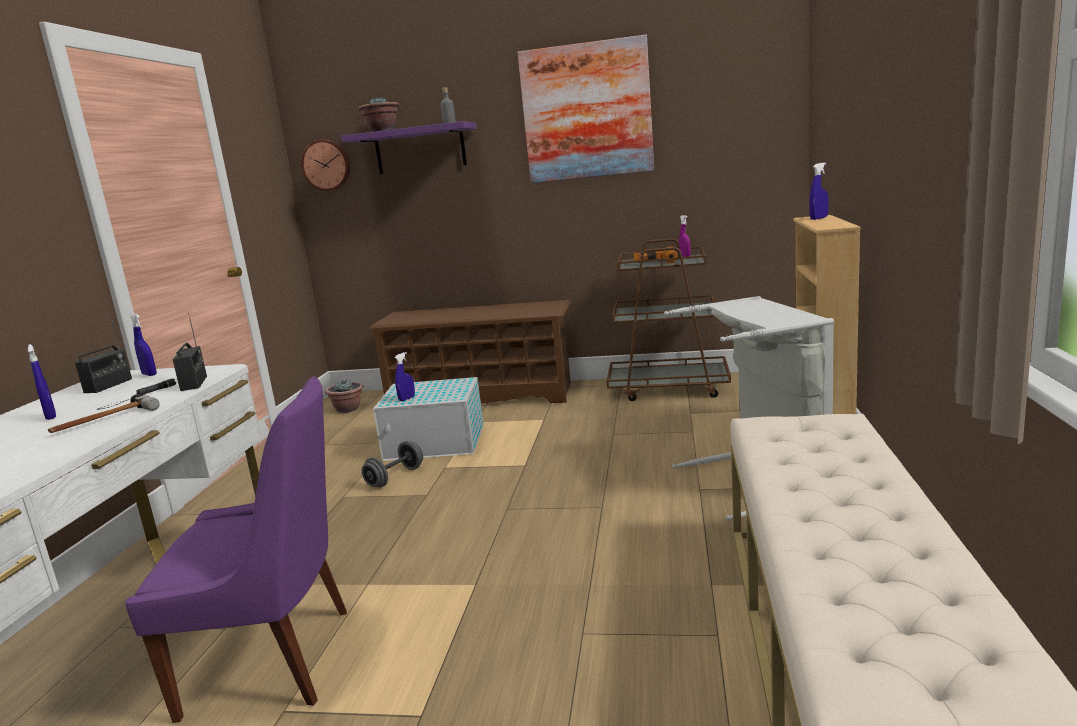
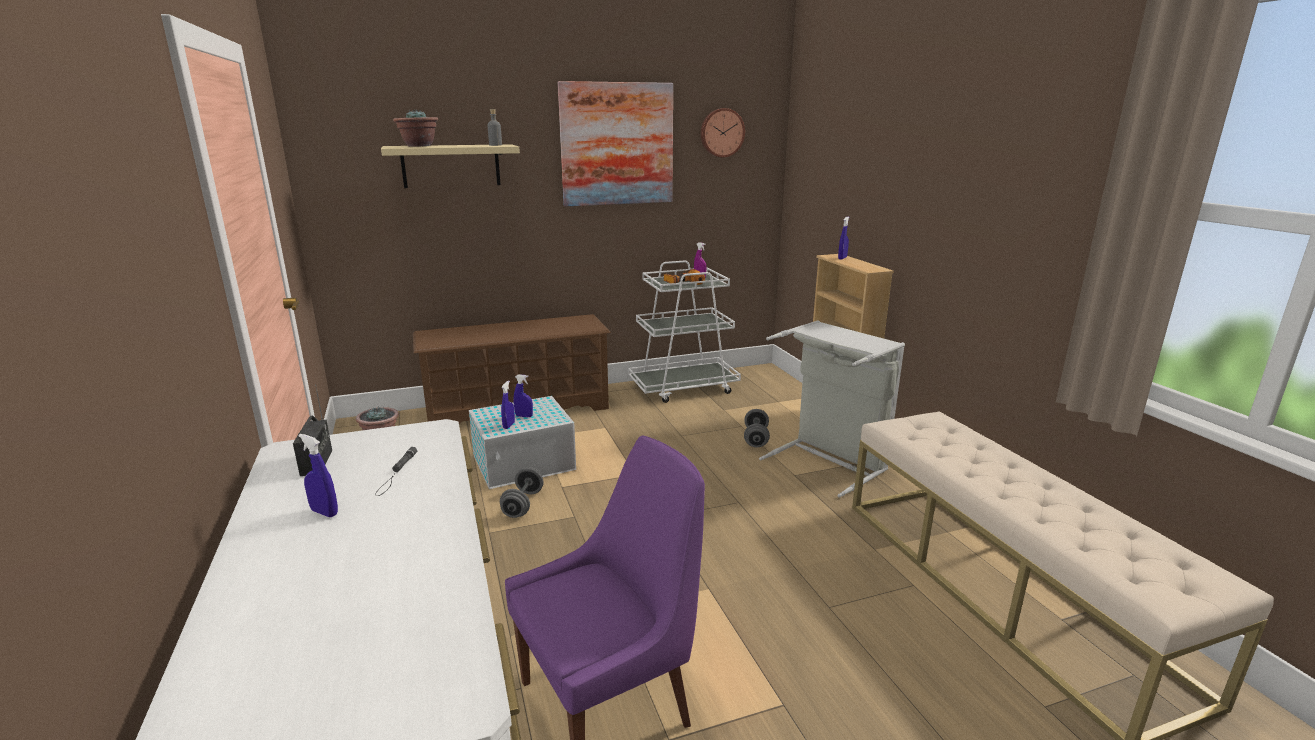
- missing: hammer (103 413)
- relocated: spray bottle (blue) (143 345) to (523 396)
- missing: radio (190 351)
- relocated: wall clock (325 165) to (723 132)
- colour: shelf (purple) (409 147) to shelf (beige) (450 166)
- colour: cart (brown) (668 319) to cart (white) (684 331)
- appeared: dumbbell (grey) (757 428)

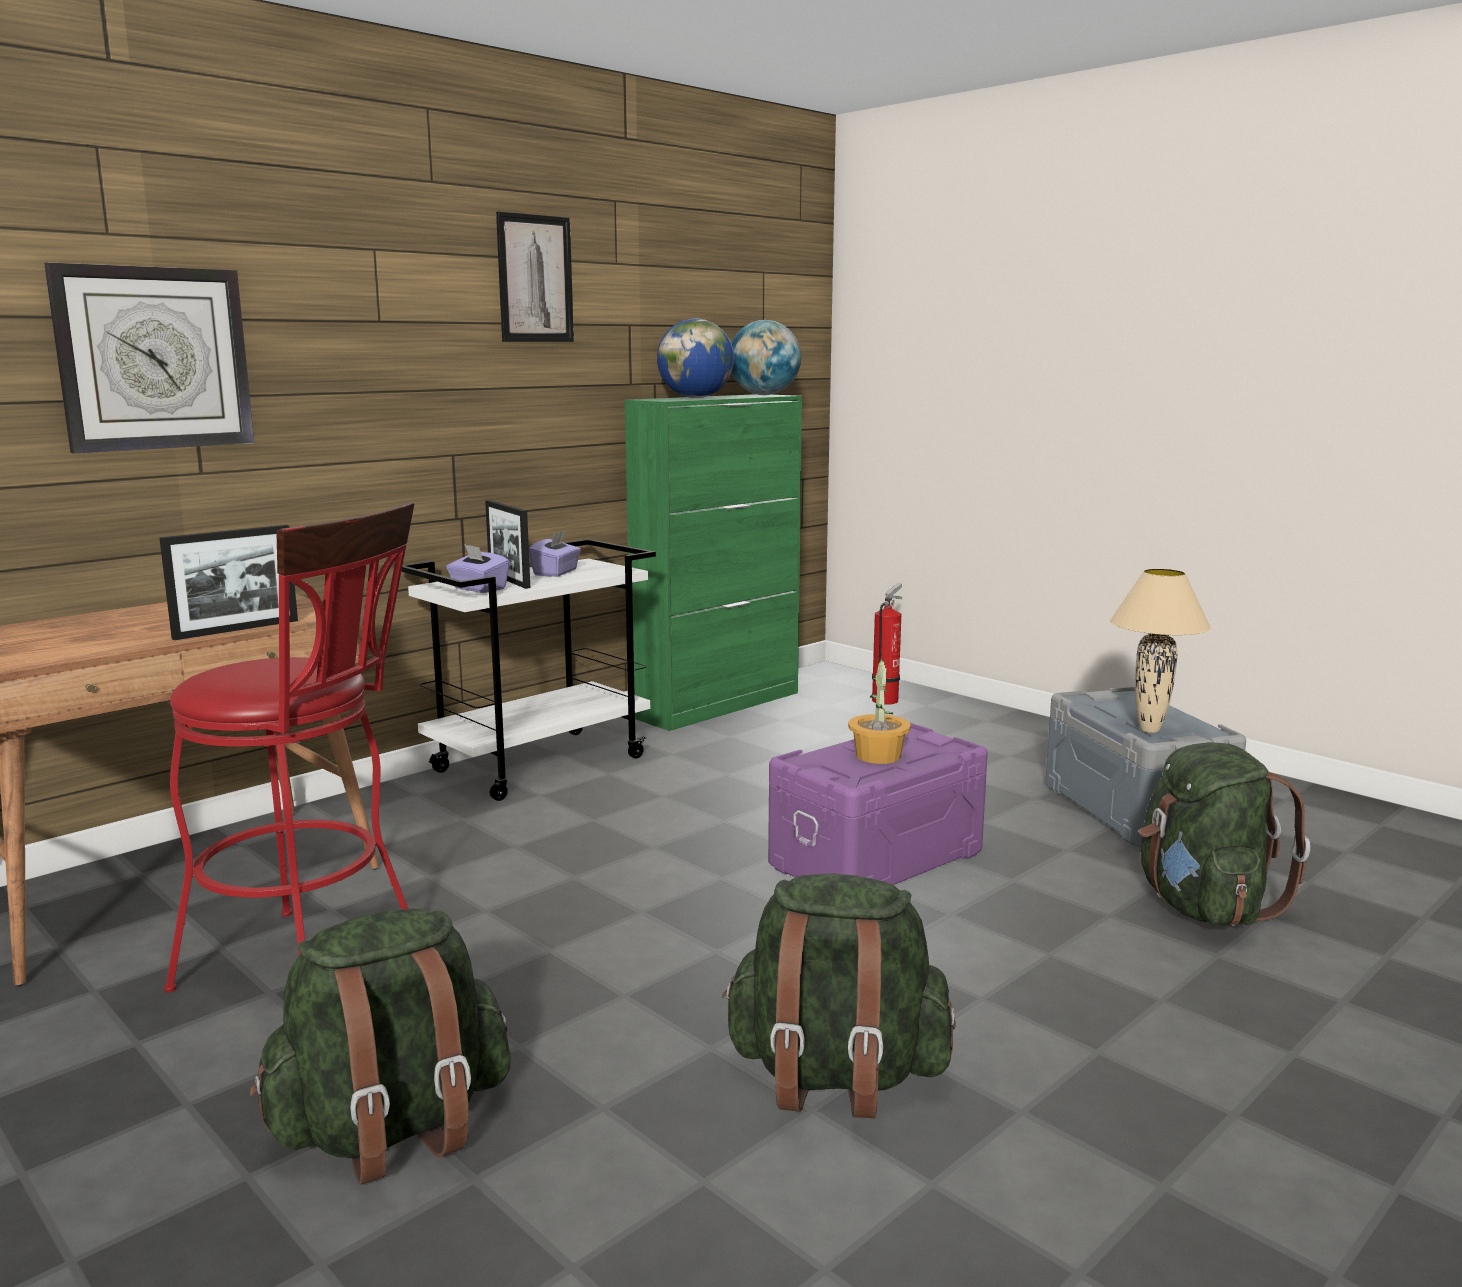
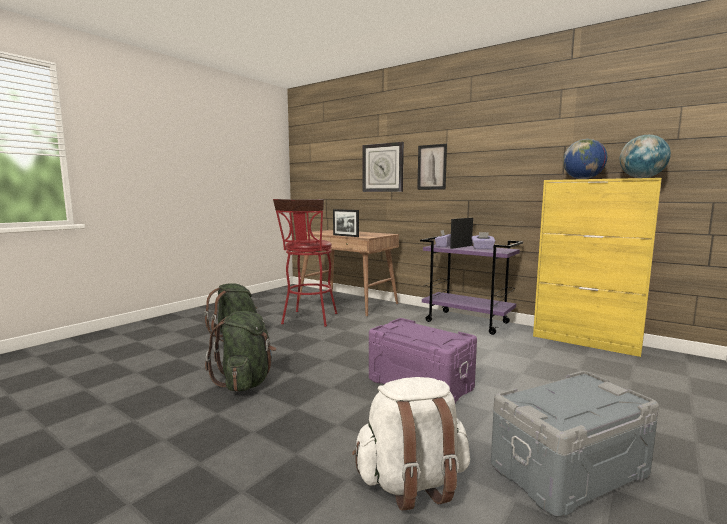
- colour: cart (white) (528 670) to cart (purple) (471 285)
- relocated: picture (535 276) to (432 167)
- colour: cabinet (green) (713 562) to cabinet (yellow) (597 267)
- missing: potted plant (879 709)
- missing: fire extinguisher (887 644)
- missing: table lamp (beige) (1160 650)
- colour: backpack (green) (1224 834) to backpack (white) (411 444)

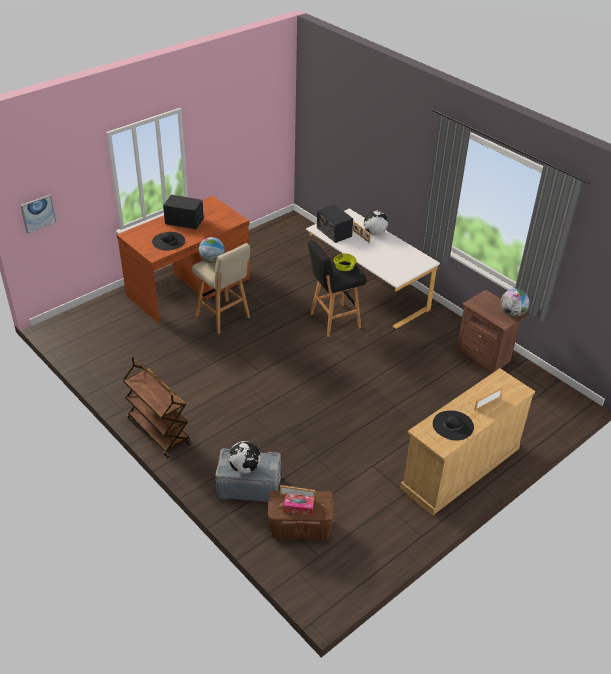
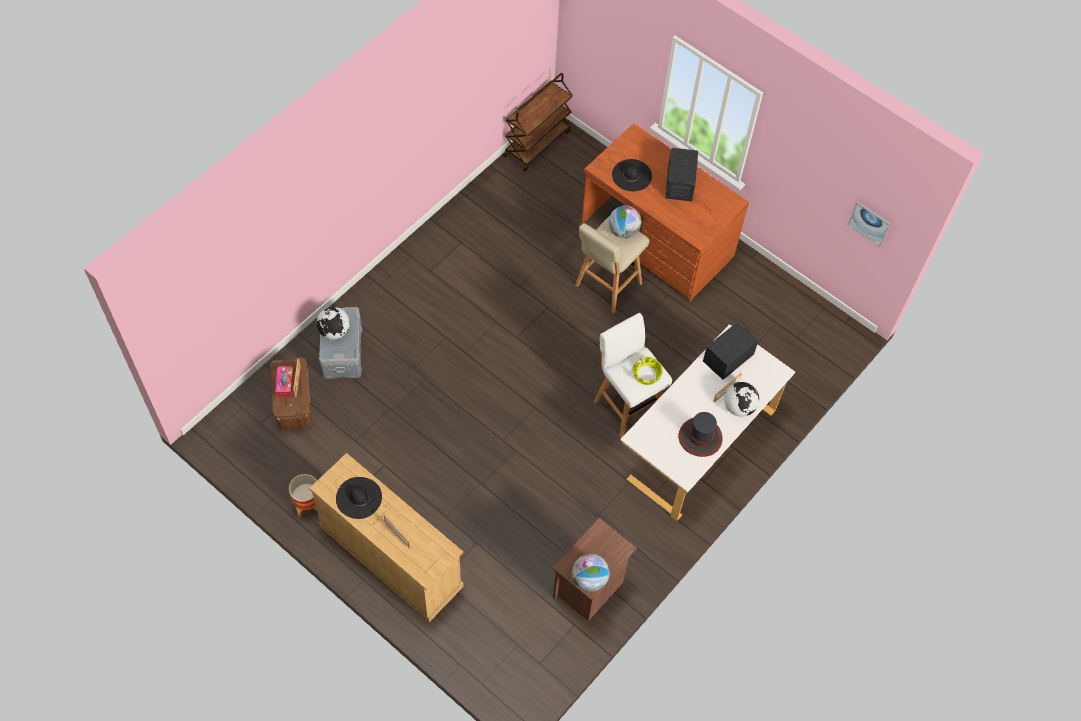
- relocated: picture (38 214) to (869 224)
- relocated: cart (brown) (157 407) to (538 122)
- colour: stool (black) (337 288) to stool (white) (633 375)
- appeared: planter (303 495)
- appeared: hat (701 434)

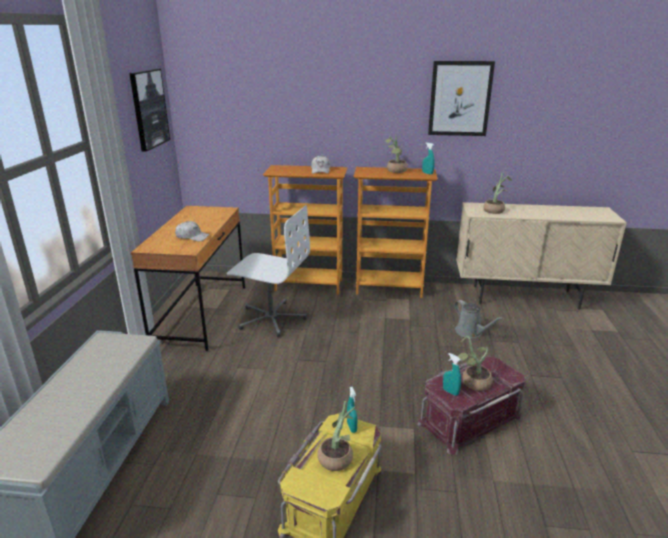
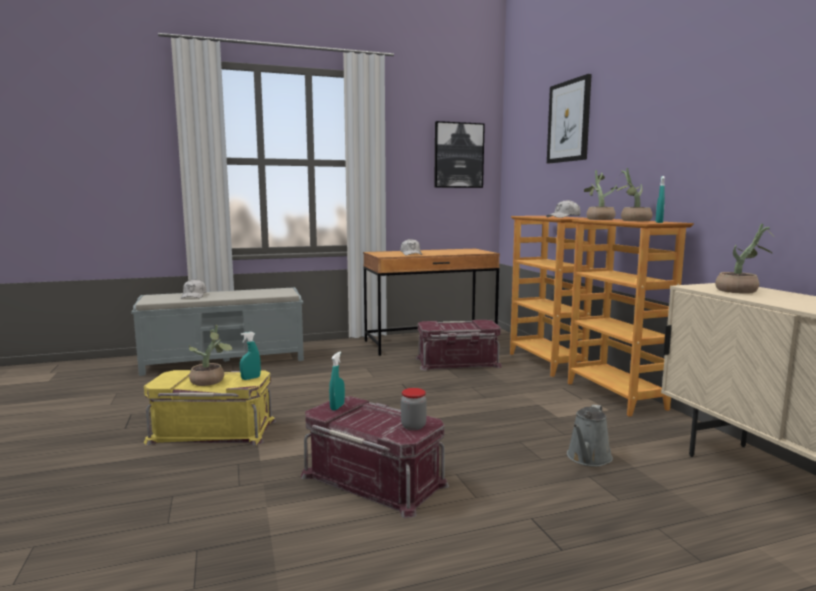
- exchanged: office chair (white) (268 271) to storage box (red) (459 345)
- relocated: picture (461 98) to (569 118)
- relocated: potted plant (475 363) to (601 195)
- appeared: cap (white) (194 289)
- appeared: jar (414 409)

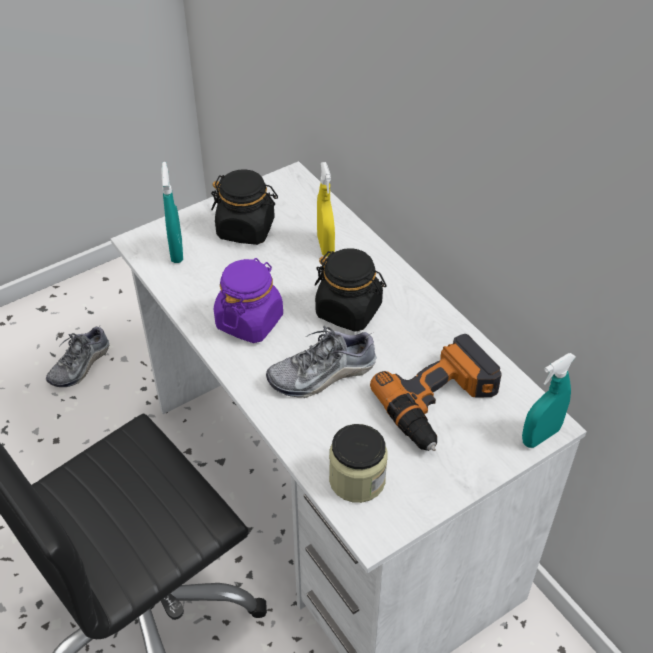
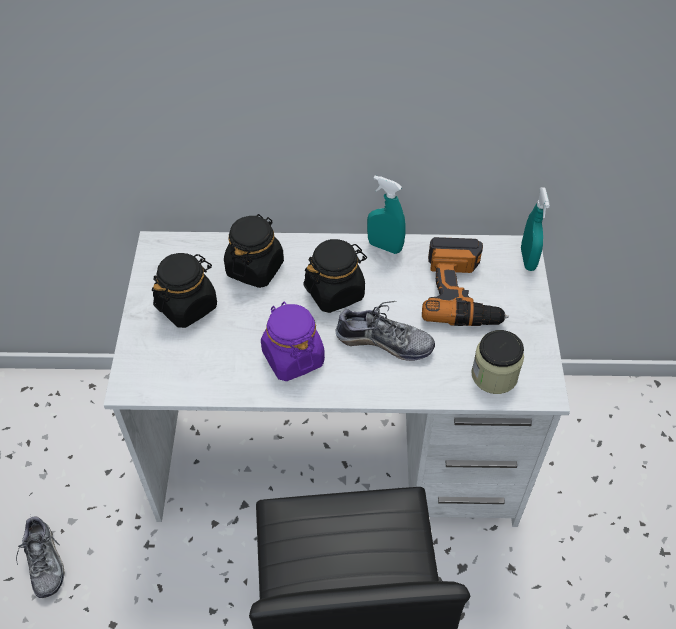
- relocated: spray bottle (turquoise) (172 212) to (386 214)
- spun: shoe (321 362) = (385 331) 90 degrees counterclockwise
- exchanged: spray bottle (yellow) (326 209) to jar (black) (254 251)

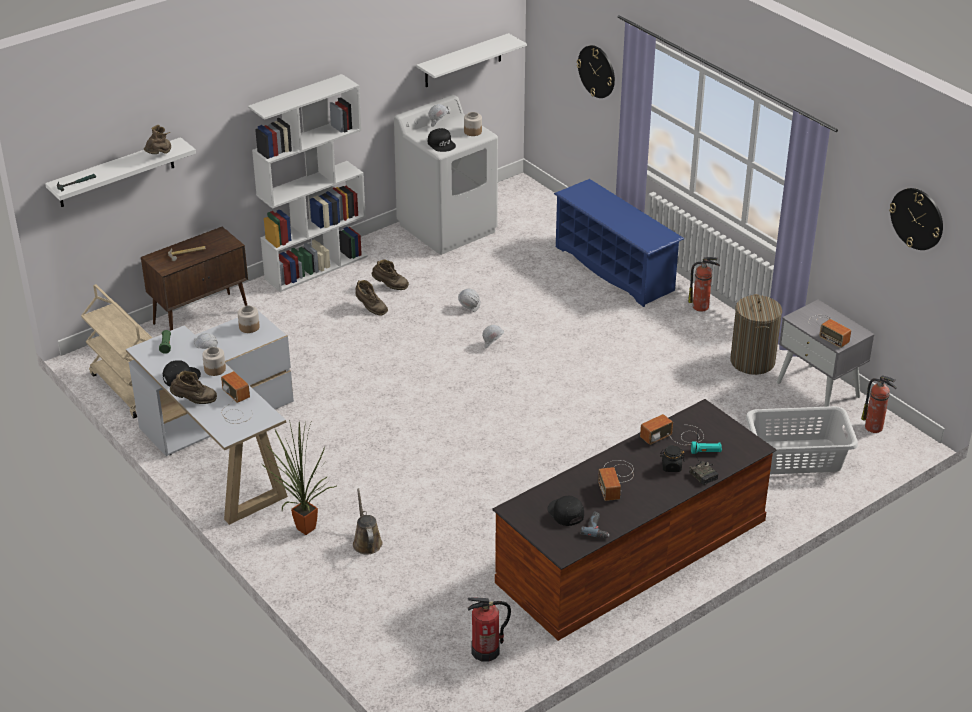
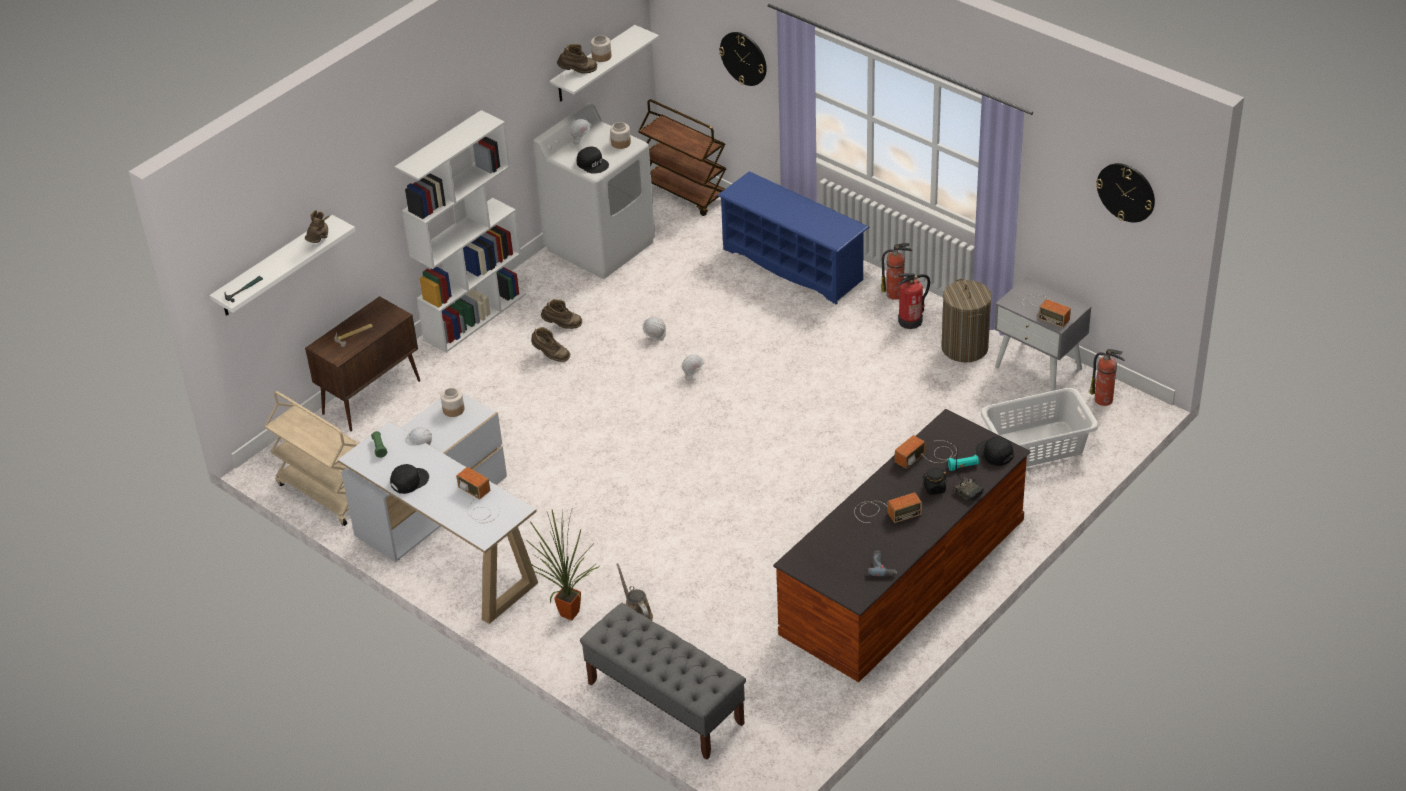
- relocated: boot (brown) (193 387) to (577 59)
- relocated: jar (214 361) to (601 48)
- relocated: fire extinguisher (489 630) to (914 301)
- relocated: cap (black) (566 511) to (995 451)
- spun: radio (616 480) = (888 507) 90 degrees counterclockwise
- appeared: bench (grey) (663 681)
- appeared: cart (brown) (682 157)

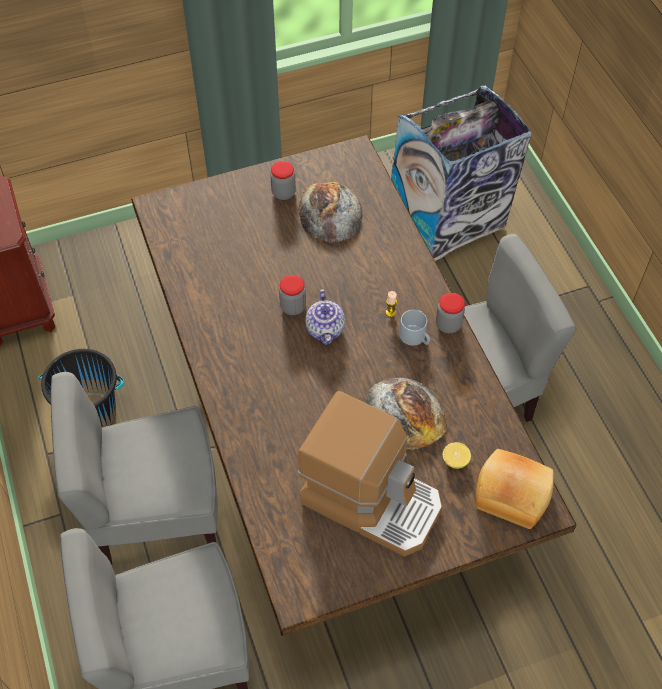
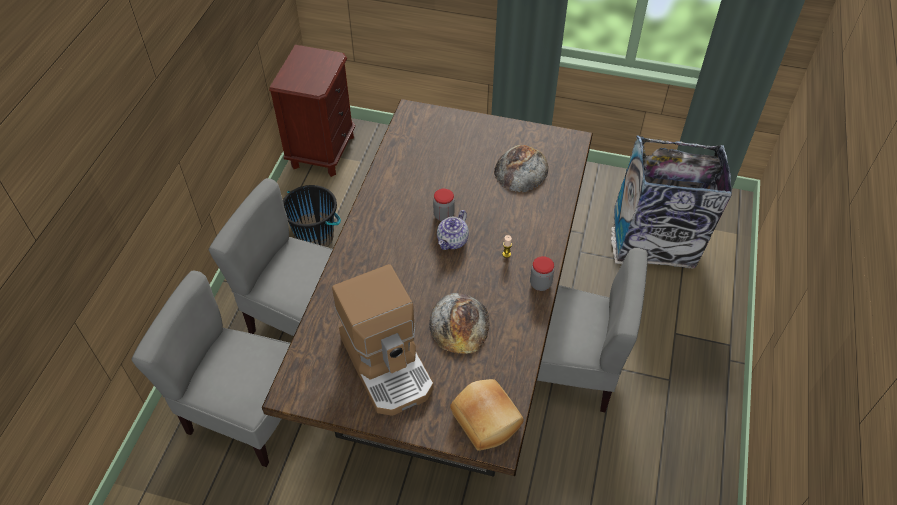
- missing: jar (283 180)
- missing: mug (grey) (414 328)
- missing: lemon (457 455)

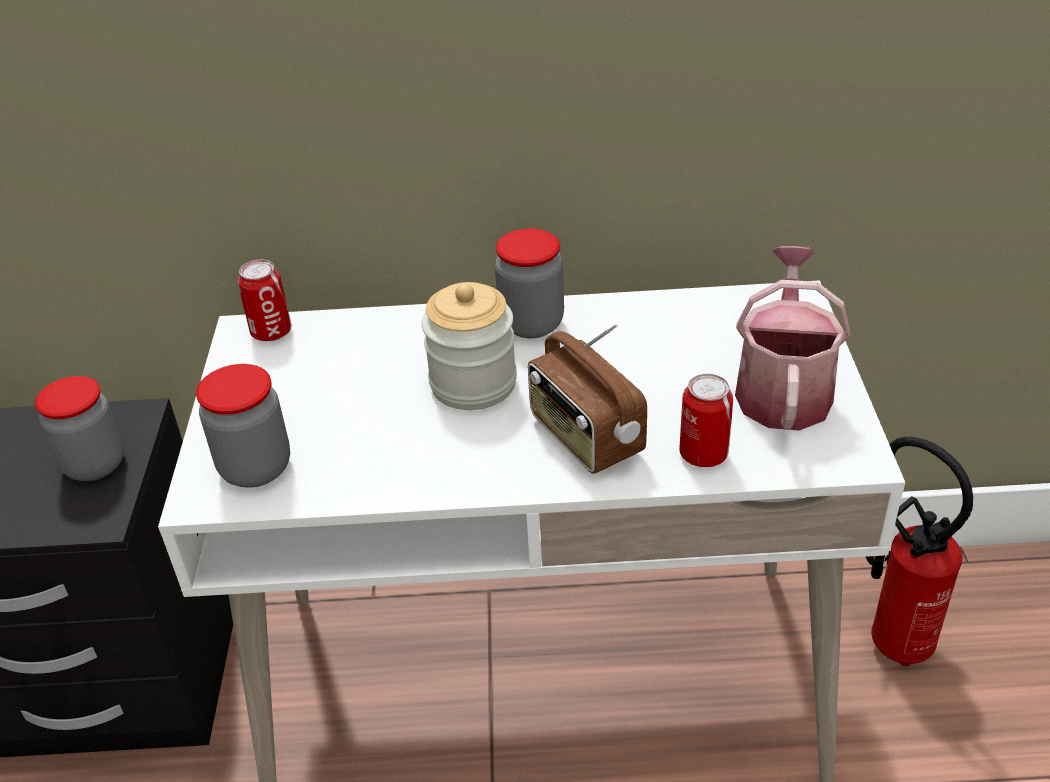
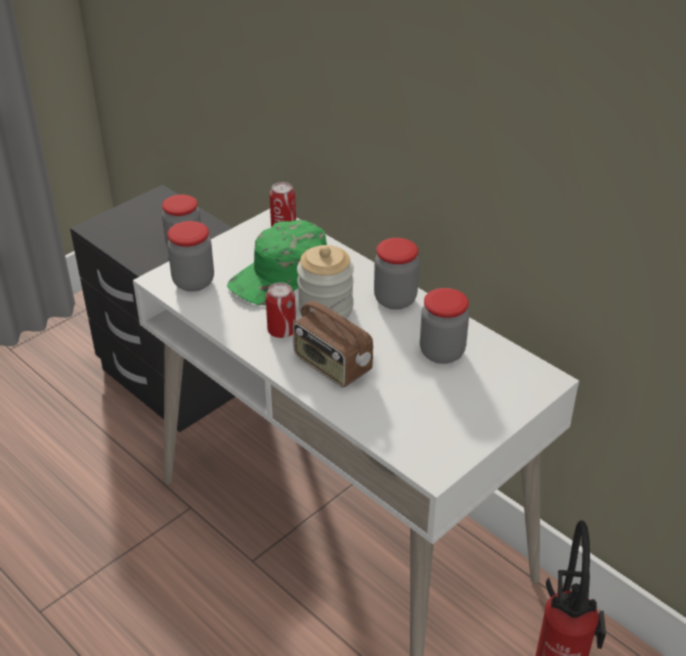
- spun: radio (587 399) = (333 341) 60 degrees counterclockwise
- relocated: can (706 420) to (281 310)
- missing: watering can (793 338)
- appeared: cap (green) (277 262)
- appeared: jar (444 326)

